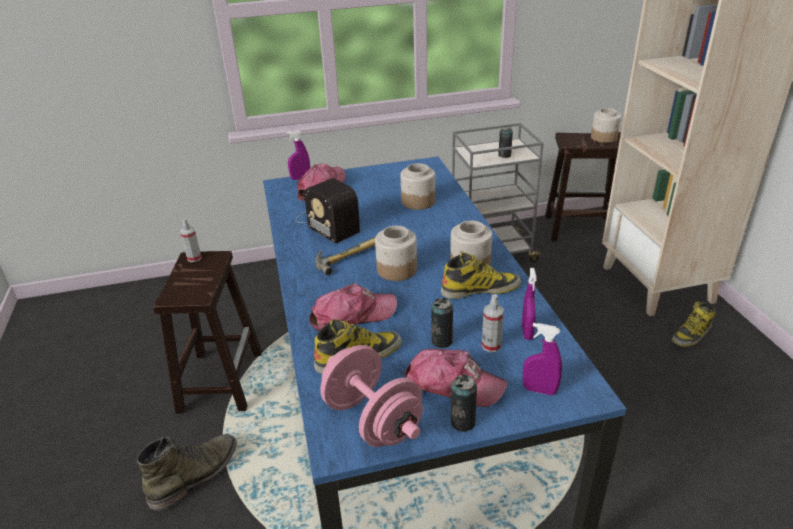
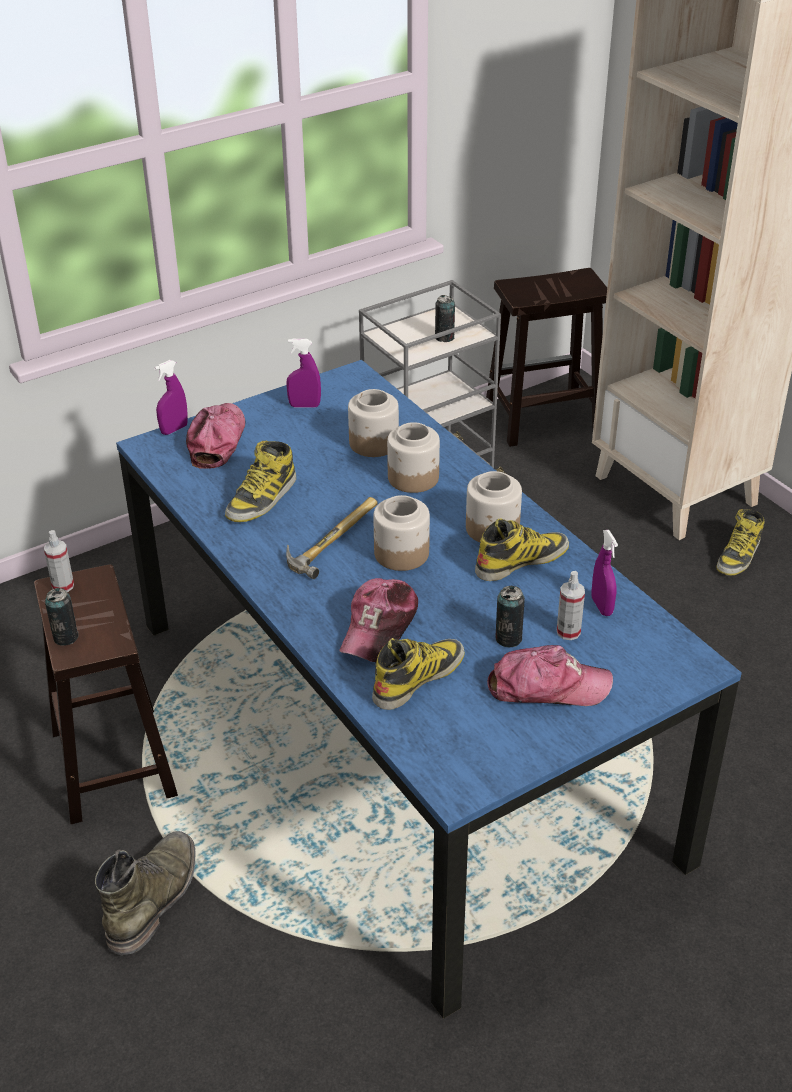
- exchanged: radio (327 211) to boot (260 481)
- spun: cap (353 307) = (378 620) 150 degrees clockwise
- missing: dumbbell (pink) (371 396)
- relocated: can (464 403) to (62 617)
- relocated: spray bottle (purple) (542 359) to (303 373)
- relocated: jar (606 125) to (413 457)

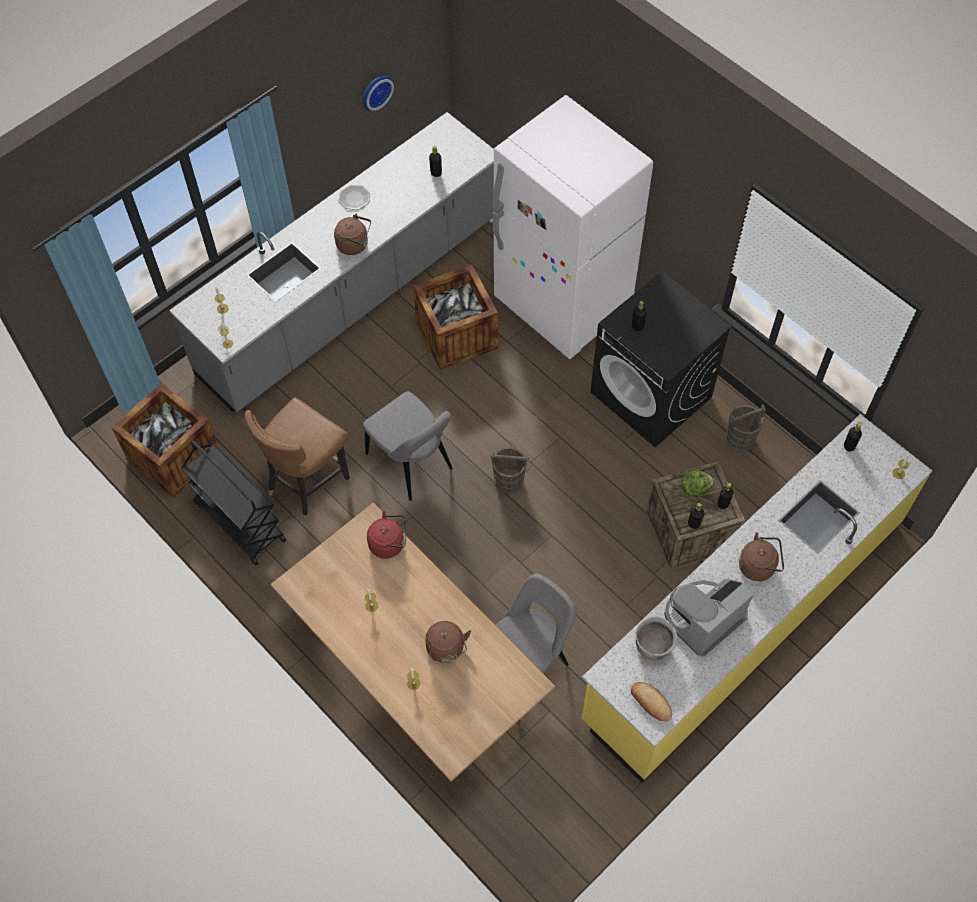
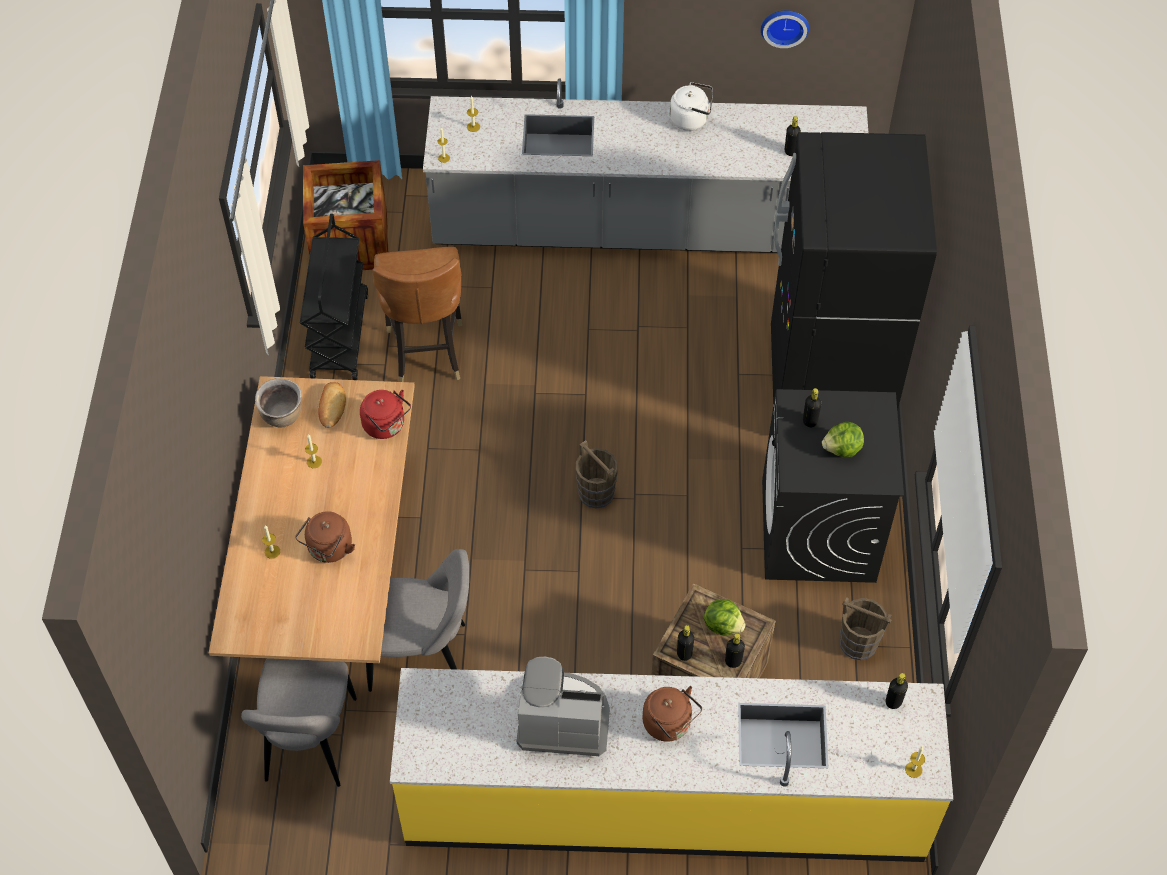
- spun: chair (brown) (298 459) = (417 314) 90 degrees counterclockwise
- missing: kettle (brown) (352 234)
- exchanged: plate (354 197) to kettle (white) (691 106)
- relocated: chair (grey) (408 446) to (299 722)
- missing: crate (455 317)
- colour: fridge (white) (572 227) to fridge (black) (854 271)
- relocated: bread (651 701) to (332 405)
- relocated: cooking pot (brown) (656 638) to (278 403)
- appeared: lettuce (843 439)

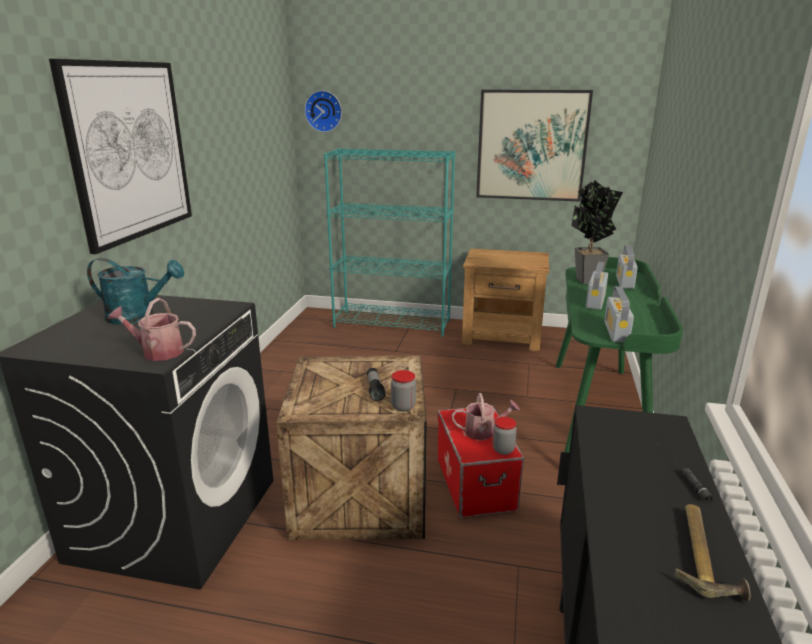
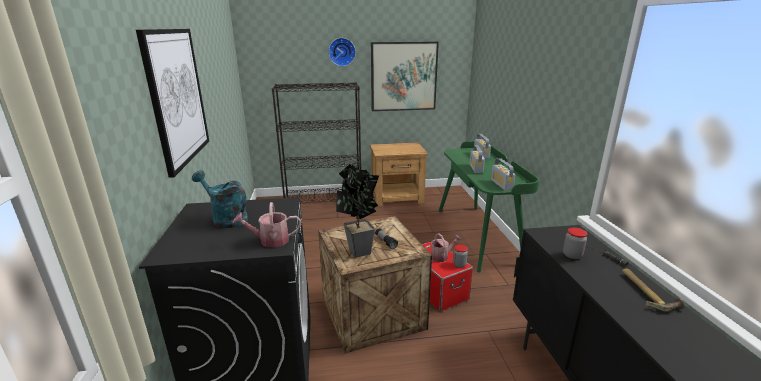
- spun: watering can (turquoise) (135 291) = (220 199) 135 degrees counterclockwise
- relocated: wall clock (323 111) to (342 52)
- colour: bookcase (turquoise) (389 242) to bookcase (black) (316 142)
- relocated: jar (403 390) to (575 243)
- relocated: potted plant (597 232) to (357 211)

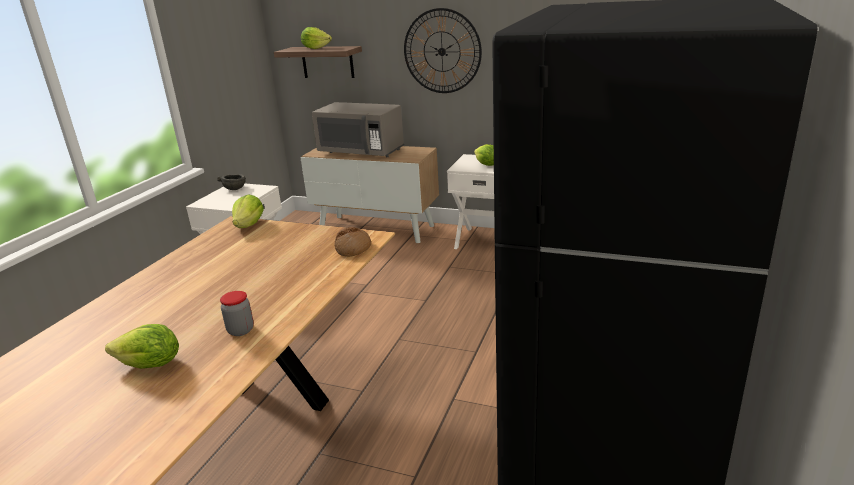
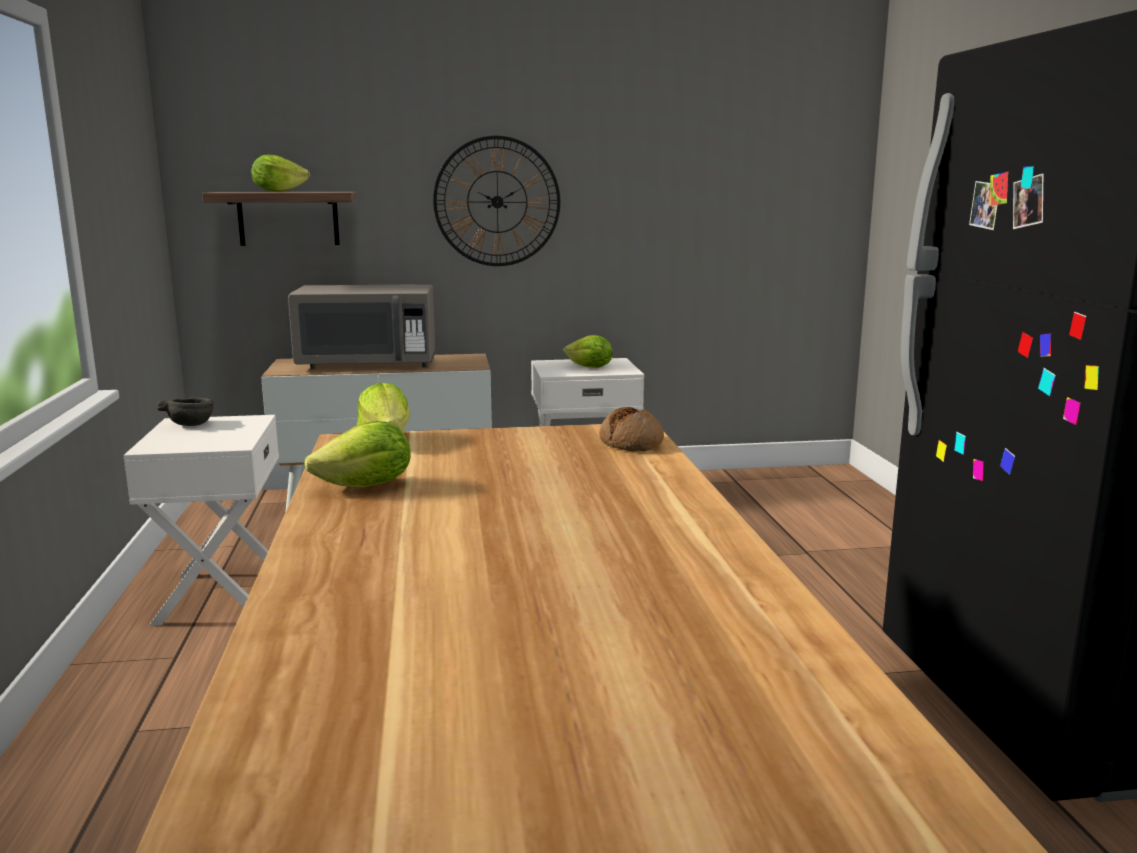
- relocated: lettuce (142 346) to (357 454)
- missing: jar (237 313)

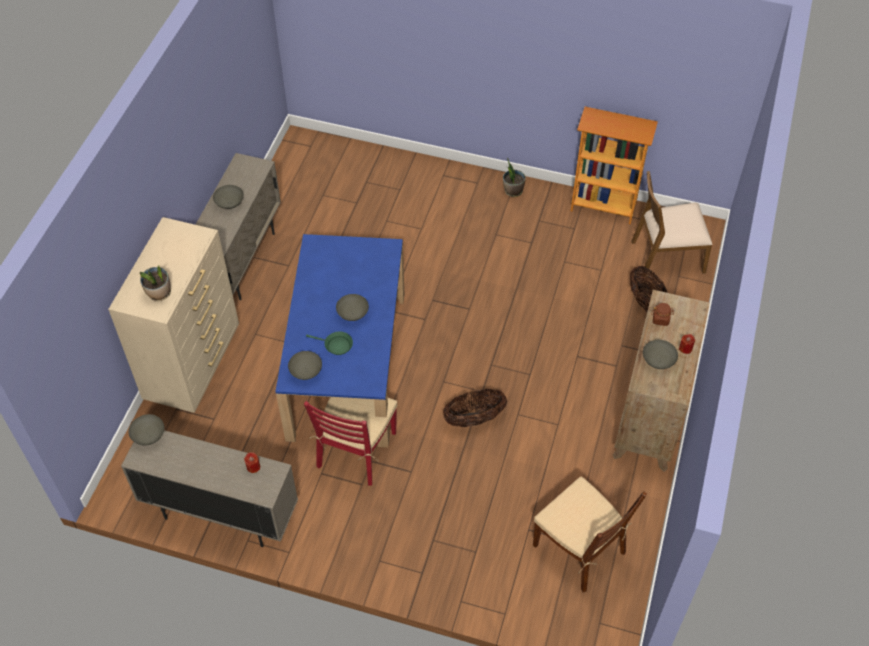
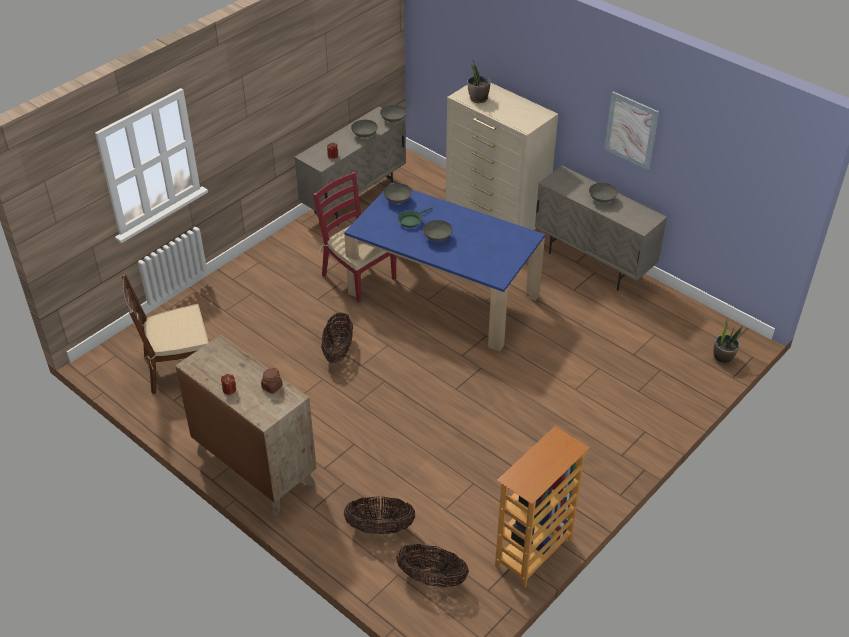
- relocated: potted plant (514 177) to (727 341)
- exchanged: chair (brown) (671 223) to basket (432 566)
- relocated: bowl (grey) (660 354) to (364 129)
- appeared: picture (631 130)

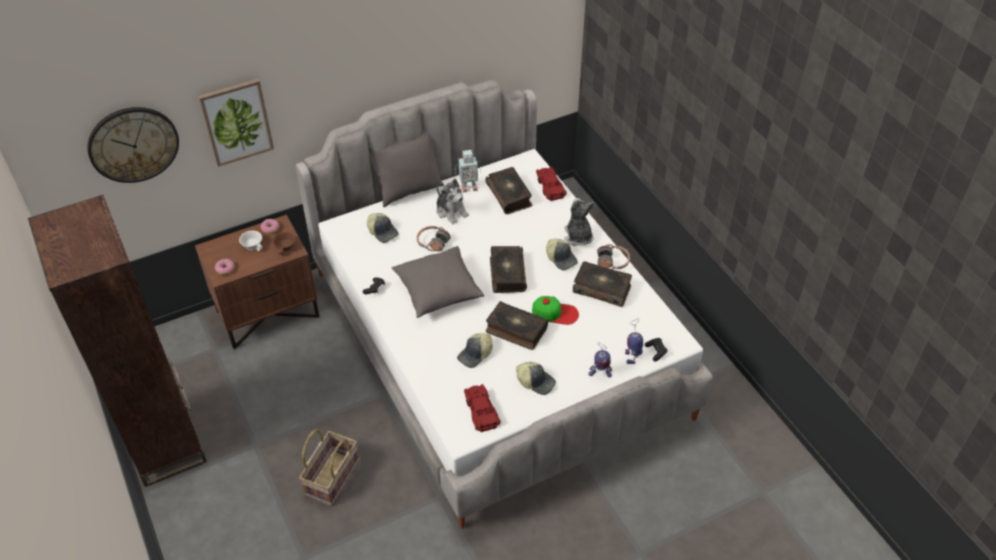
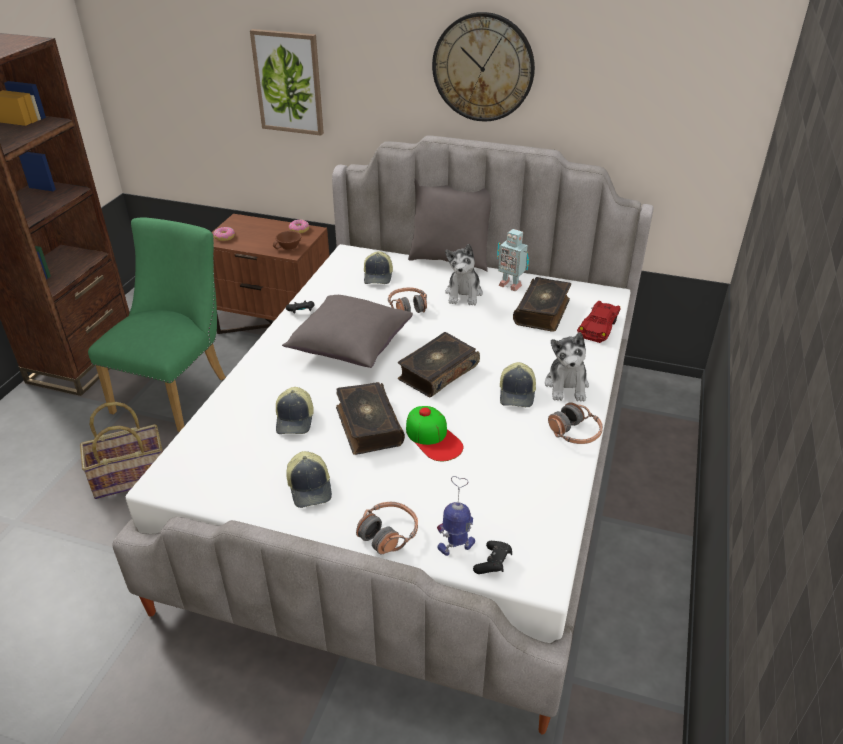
- relocated: wall clock (133 145) to (483 67)
- missing: cup (white) (250 241)
- spun: cap (475 350) = (295 410) 90 degrees counterclockwise
- missing: toy car (red) (482 408)
- spun: plush toy (579 222) = (567 366) 150 degrees clockwise
- missing: book (602 284)
- exchanged: toy robot (600 359) to headphones (387 528)
- appeared: chair (green) (157 324)

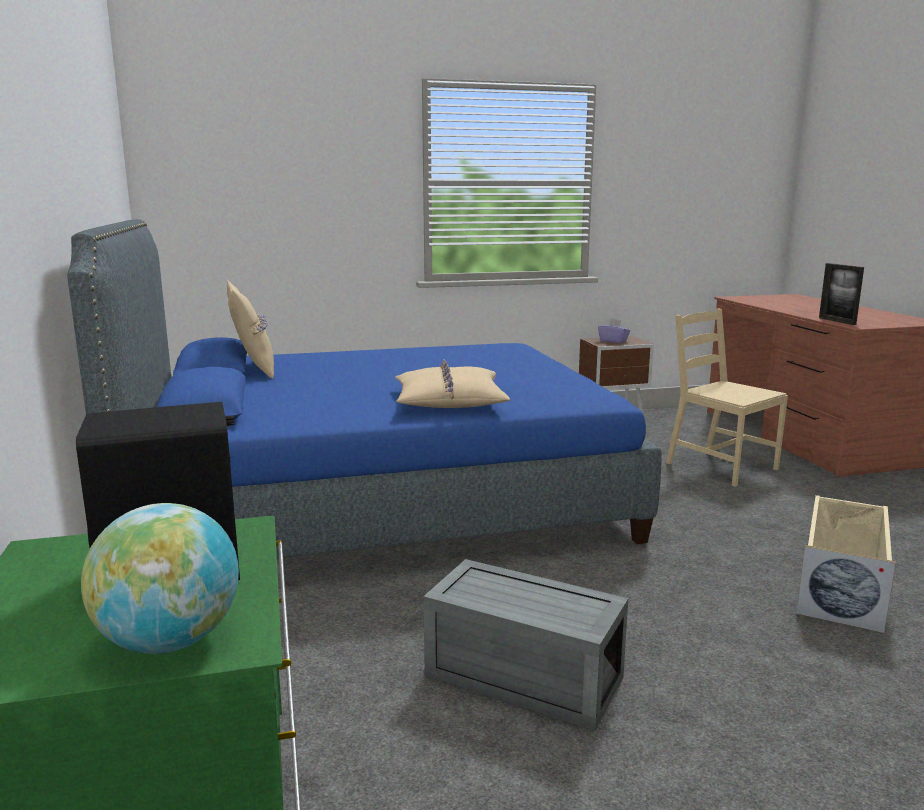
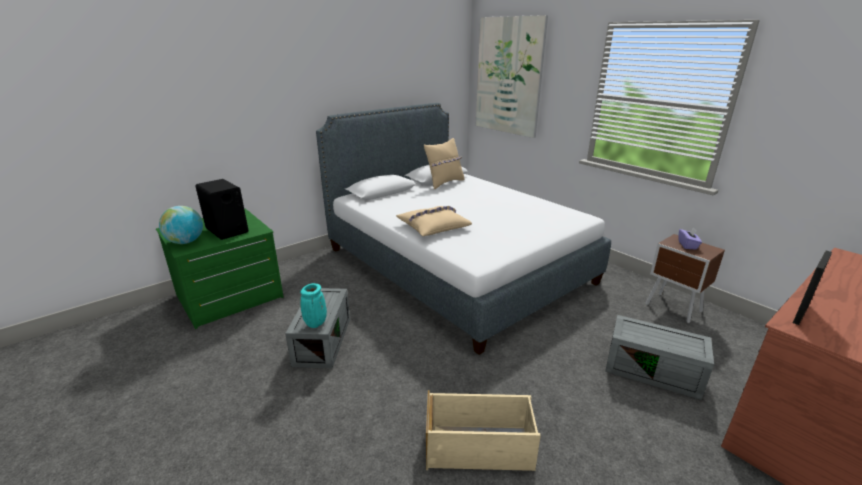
- colour: bed (blue) (364 388) to bed (white) (463 229)
- exchanged: chair (beige) (727 398) to storage box (grey) (659 357)
- appeared: vase (turquoise) (313 305)
- appeared: picture (512 76)

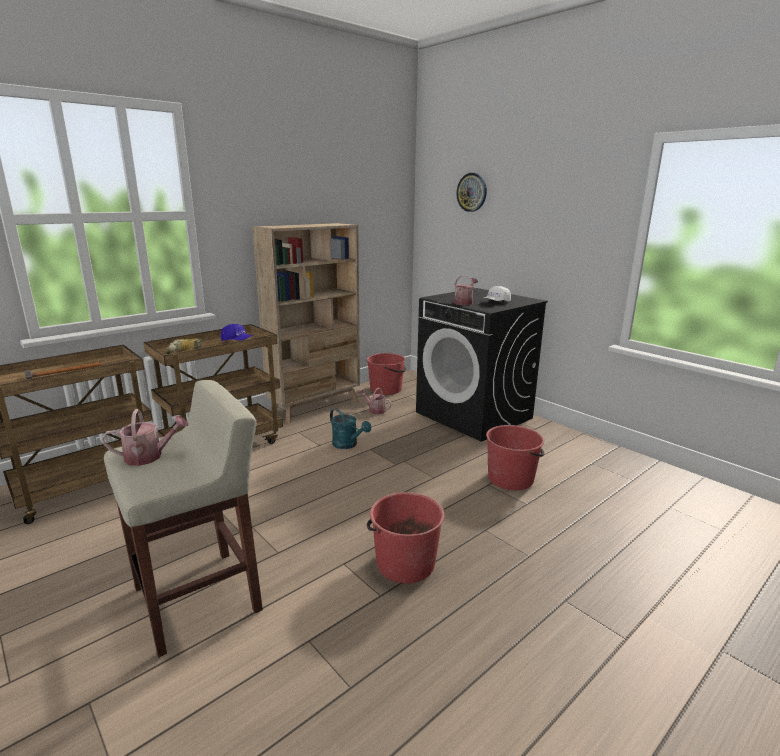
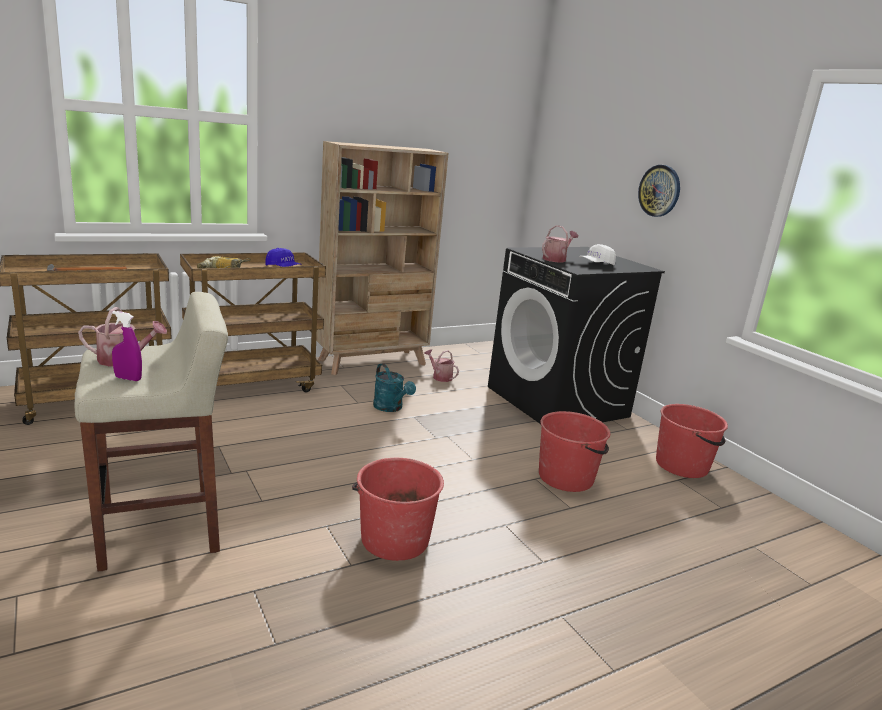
- relocated: bucket (red) (386 374) to (692 441)
- relocated: wall clock (471 192) to (659 191)
- appeared: spray bottle (purple) (127 346)

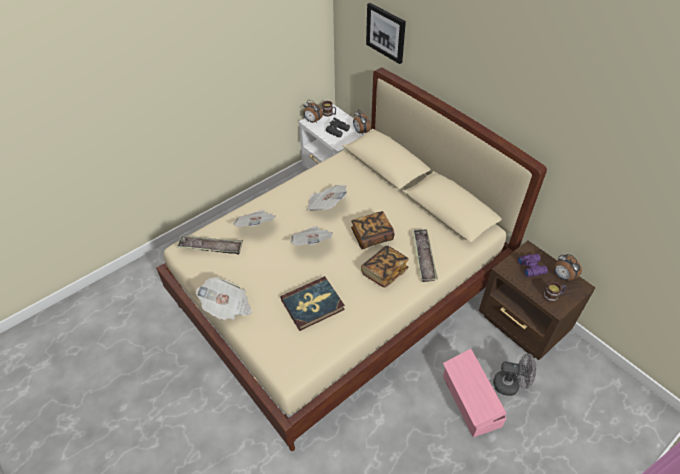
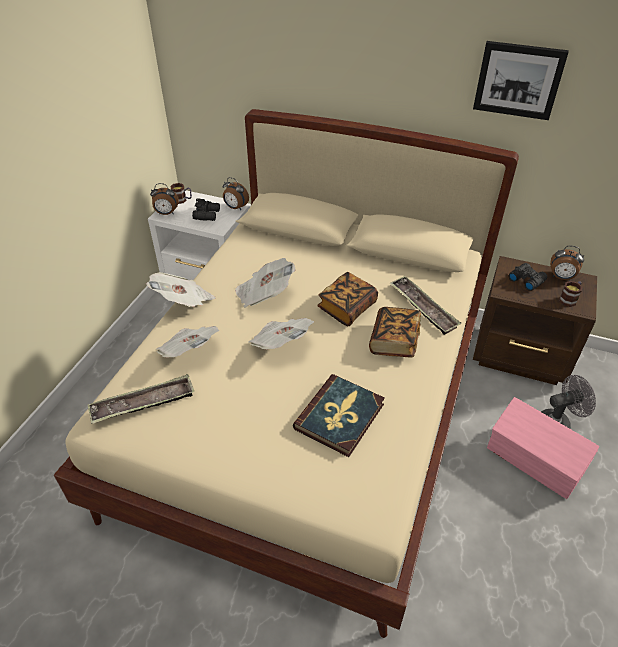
- relocated: newspaper (224 298) to (180 289)
- relocated: picture (386 33) to (521 80)
- colour: binoculars (purple) (533 265) to binoculars (black) (527 277)

